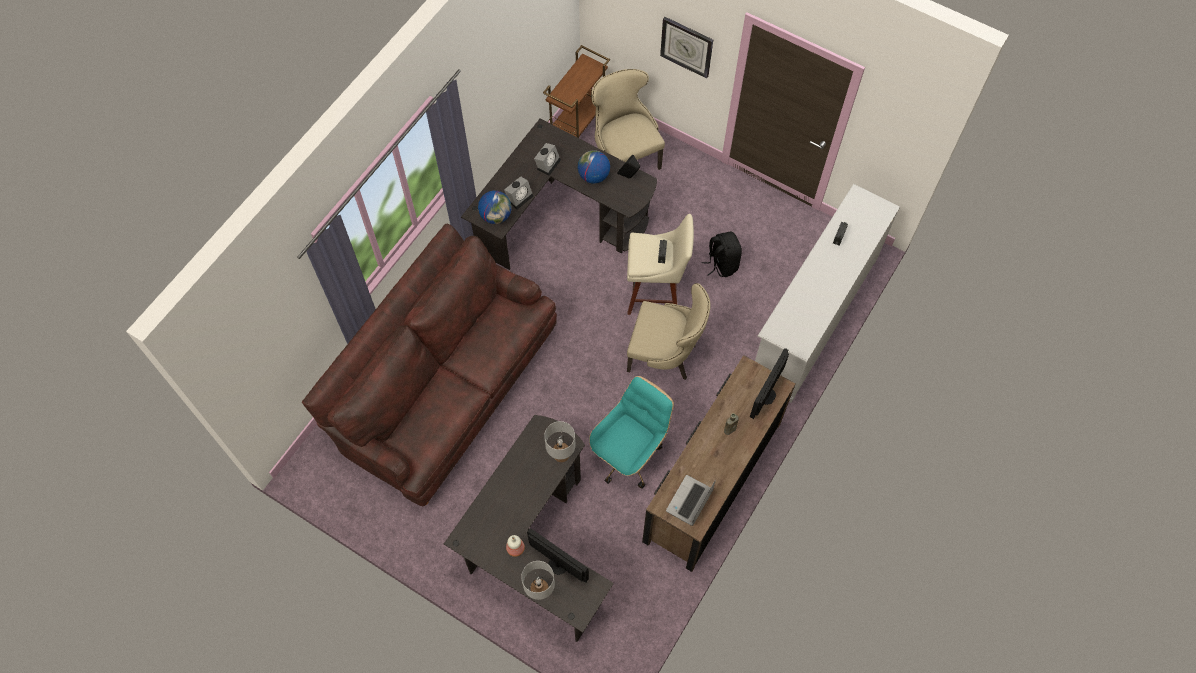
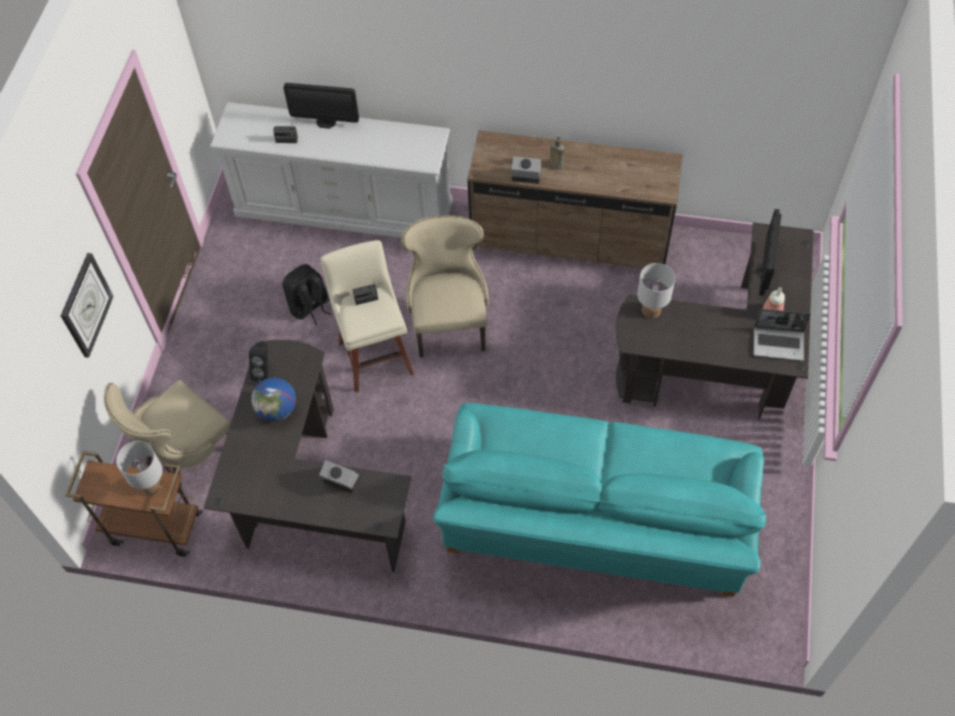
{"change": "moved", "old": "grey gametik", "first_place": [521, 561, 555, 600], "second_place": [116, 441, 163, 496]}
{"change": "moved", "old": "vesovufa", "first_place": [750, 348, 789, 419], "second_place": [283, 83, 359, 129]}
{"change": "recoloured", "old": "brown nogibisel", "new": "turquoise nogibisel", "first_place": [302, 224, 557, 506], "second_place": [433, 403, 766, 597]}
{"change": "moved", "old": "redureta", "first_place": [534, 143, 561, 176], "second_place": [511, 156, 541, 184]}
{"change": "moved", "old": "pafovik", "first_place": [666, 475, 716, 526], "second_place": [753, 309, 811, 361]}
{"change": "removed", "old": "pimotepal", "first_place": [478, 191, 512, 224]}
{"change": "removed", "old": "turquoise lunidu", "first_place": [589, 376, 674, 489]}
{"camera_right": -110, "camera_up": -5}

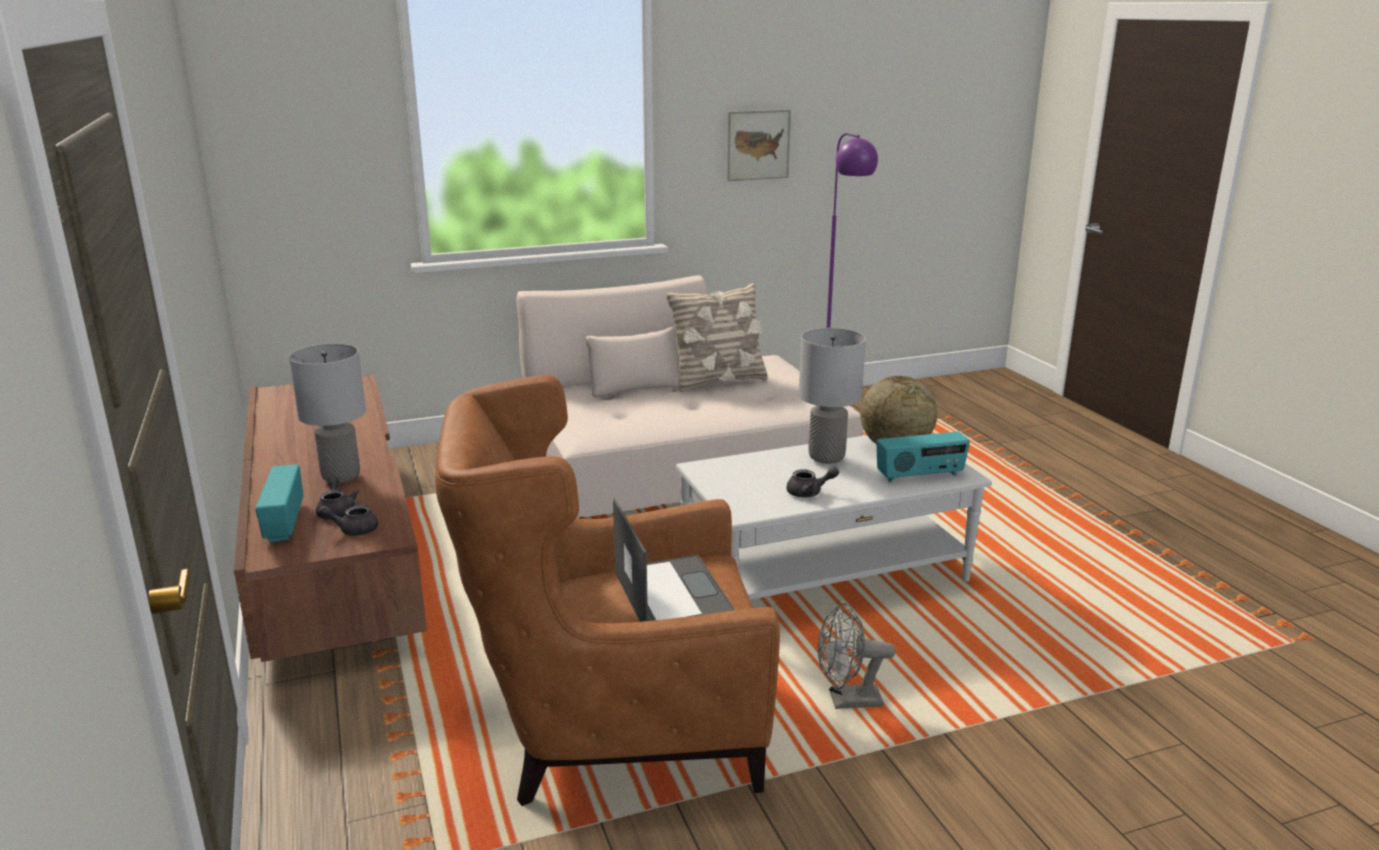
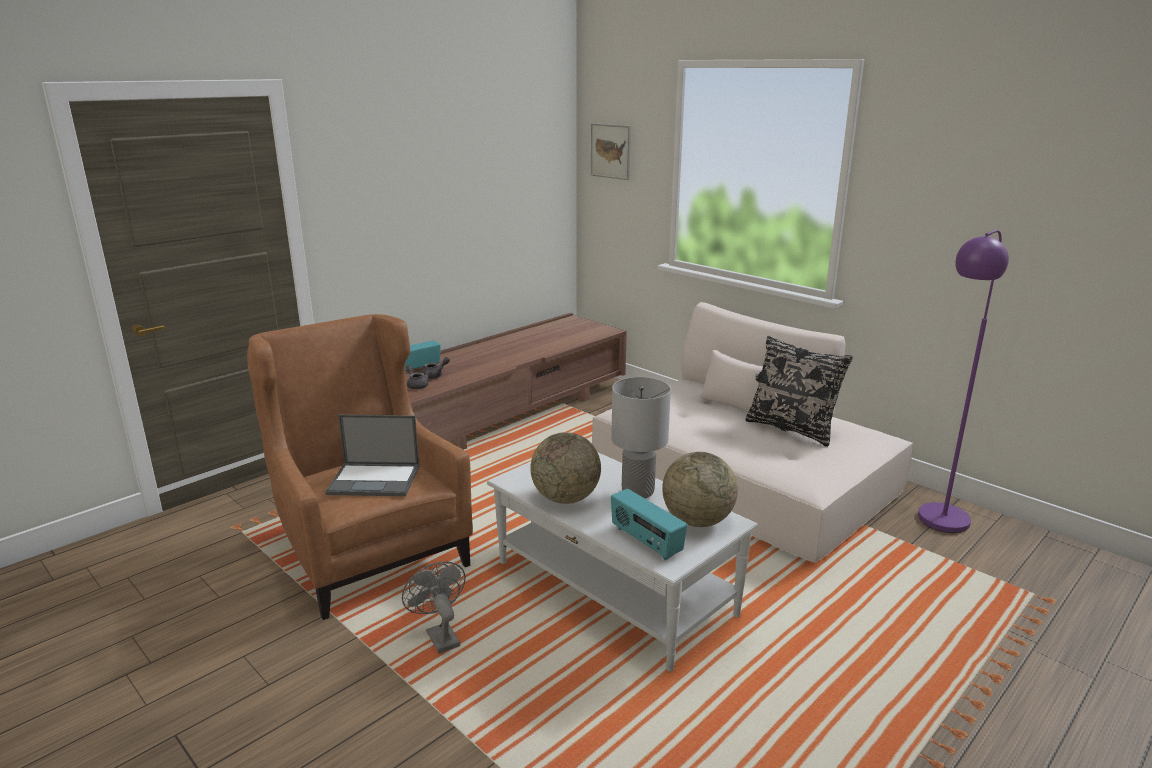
{"change": "turned", "old": "pafovik", "first_place": [613, 498, 735, 622], "second_place": [326, 415, 420, 496], "degrees": 45}
{"change": "replaced", "old": "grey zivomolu", "new": "pimotepal", "first_place": [786, 467, 839, 497], "second_place": [530, 432, 601, 504]}
{"change": "moved", "old": "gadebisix", "first_place": [727, 109, 791, 181], "second_place": [591, 123, 631, 180]}
{"change": "recoloured", "old": "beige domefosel", "new": "black domefosel", "first_place": [666, 283, 768, 392], "second_place": [745, 336, 853, 447]}
{"change": "removed", "old": "grey gametik", "first_place": [289, 343, 366, 483]}
{"camera_right": 65, "camera_up": 0}

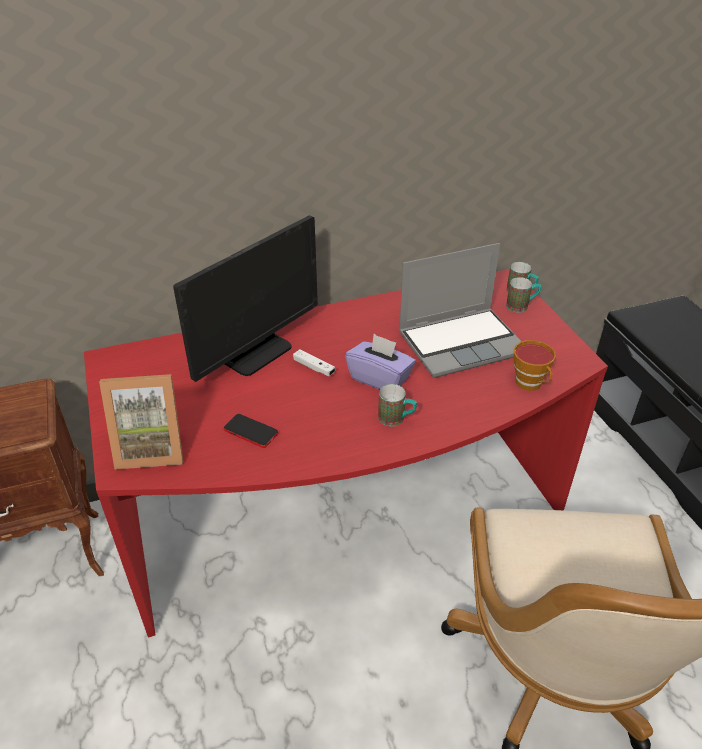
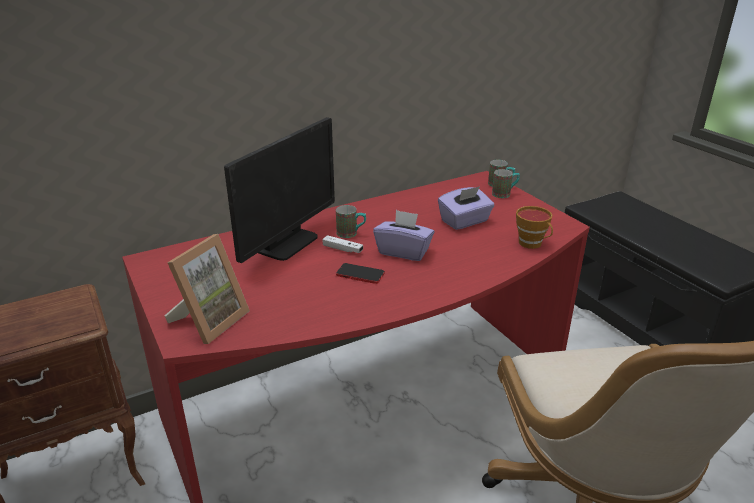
{"change": "turned", "old": "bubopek", "first_place": [99, 374, 183, 470], "second_place": [165, 234, 250, 344], "degrees": -45}
{"change": "moved", "old": "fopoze", "first_place": [378, 384, 417, 427], "second_place": [336, 205, 366, 238]}
{"change": "moved", "old": "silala", "first_place": [223, 414, 279, 448], "second_place": [336, 263, 385, 284]}
{"change": "replaced", "old": "pafovik", "new": "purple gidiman", "first_place": [399, 243, 522, 378], "second_place": [438, 186, 494, 230]}
{"camera_right": -10, "camera_up": -10}

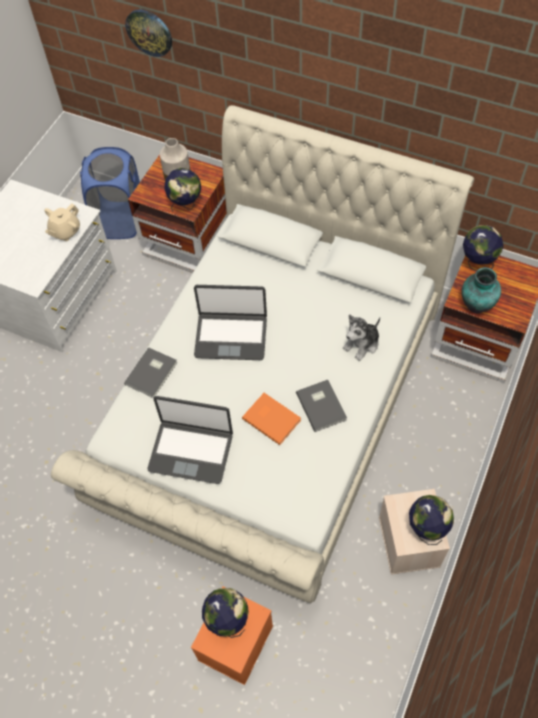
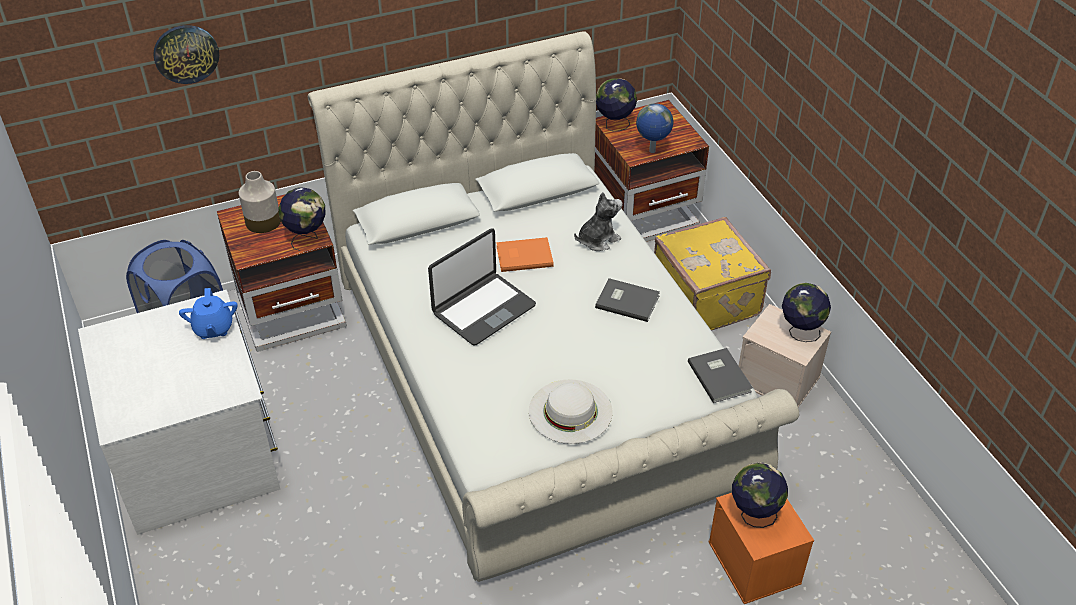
{"change": "recoloured", "old": "beige zivomolu", "new": "blue zivomolu", "first_place": [44, 203, 80, 241], "second_place": [179, 288, 238, 339]}
{"change": "moved", "old": "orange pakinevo", "first_place": [242, 393, 301, 445], "second_place": [496, 237, 554, 272]}
{"change": "replaced", "old": "pafovik", "new": "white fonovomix", "first_place": [148, 396, 233, 484], "second_place": [529, 380, 613, 444]}
{"change": "turned", "old": "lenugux", "first_place": [343, 314, 380, 361], "second_place": [574, 192, 622, 251], "degrees": -120}
{"change": "replaced", "old": "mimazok", "new": "pimotepal", "first_place": [462, 267, 501, 313], "second_place": [636, 103, 673, 153]}
{"change": "added", "new": "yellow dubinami", "second_place": [654, 217, 771, 331]}
{"change": "moved", "old": "grey pakinevo", "first_place": [124, 347, 178, 398], "second_place": [688, 348, 753, 403]}
{"camera_right": -50, "camera_up": -15}

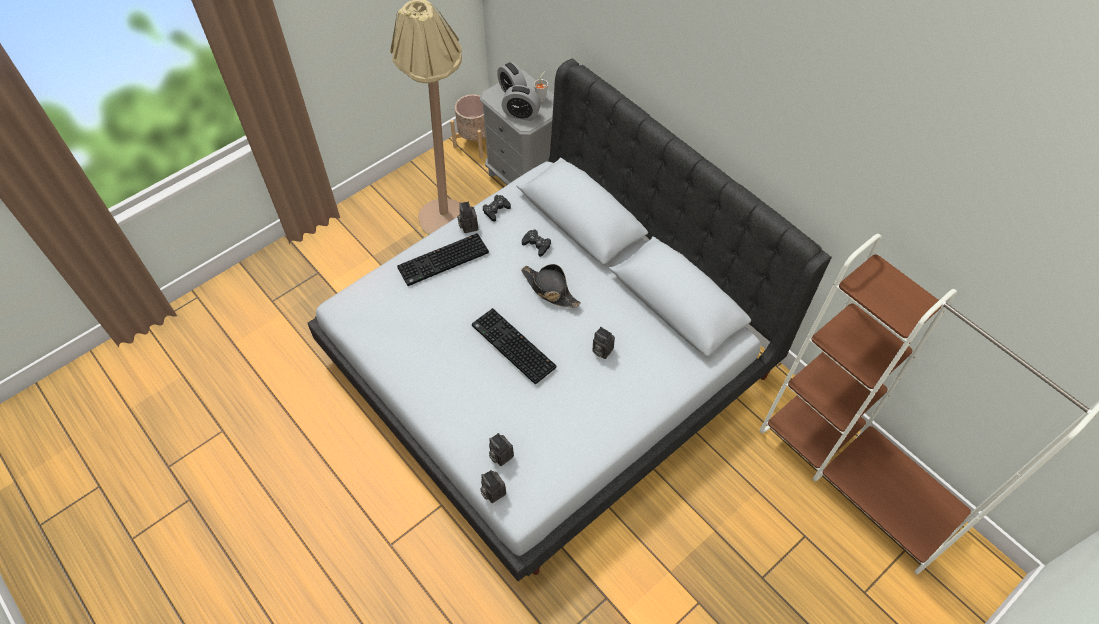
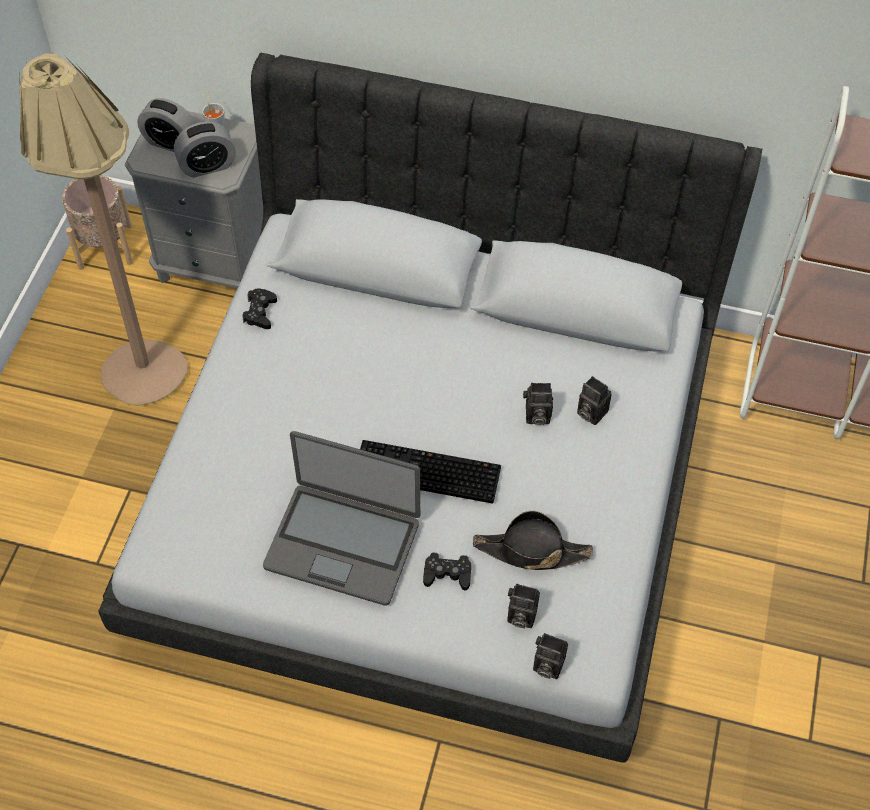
{"change": "added", "new": "pafovik", "second_place": [263, 431, 420, 606]}
{"change": "moved", "old": "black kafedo", "first_place": [522, 229, 551, 257], "second_place": [423, 552, 471, 591]}
{"change": "moved", "old": "black fonovomix", "first_place": [521, 264, 581, 308], "second_place": [473, 511, 593, 570]}
{"change": "moved", "old": "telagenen", "first_place": [457, 201, 478, 233], "second_place": [577, 376, 612, 425]}
{"change": "removed", "old": "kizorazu", "first_place": [397, 233, 489, 286]}
{"camera_right": -35, "camera_up": 0}

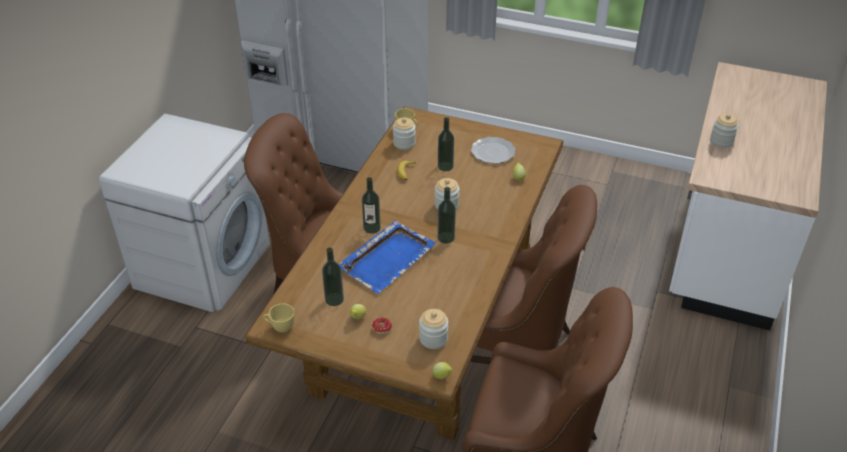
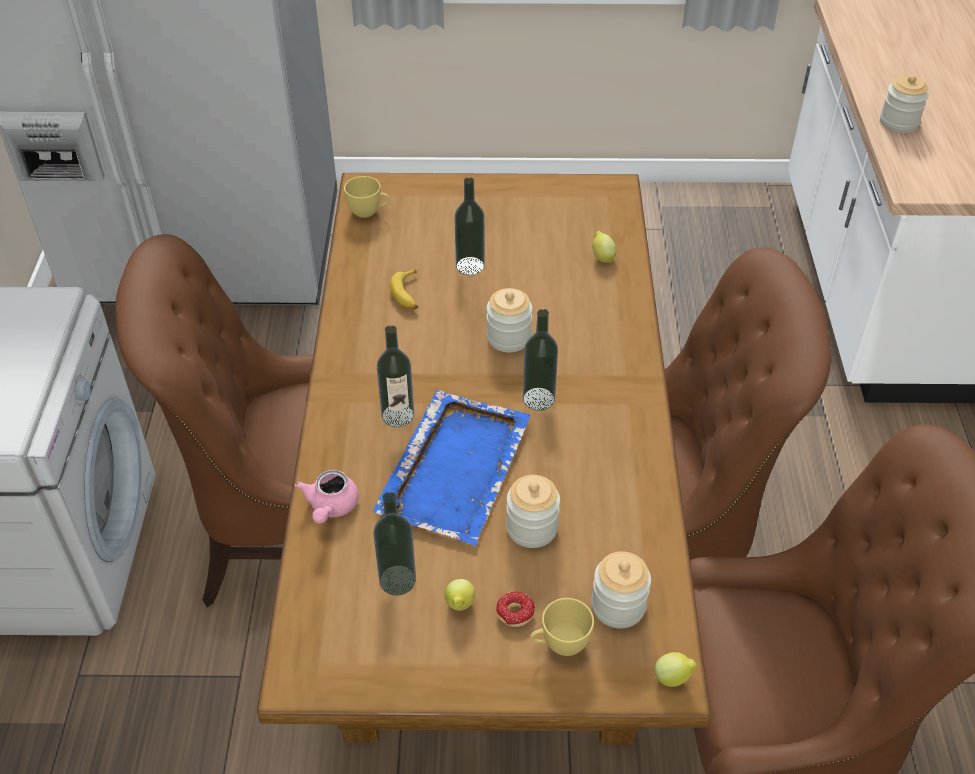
{"change": "added", "new": "pink zivomolu", "second_place": [295, 470, 359, 524]}
{"change": "moved", "old": "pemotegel", "first_place": [393, 117, 416, 150], "second_place": [506, 475, 560, 548]}
{"change": "moved", "old": "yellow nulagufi", "first_place": [263, 303, 295, 333], "second_place": [530, 598, 594, 656]}
{"change": "removed", "old": "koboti", "first_place": [471, 137, 516, 164]}
{"camera_right": -20, "camera_up": 5}

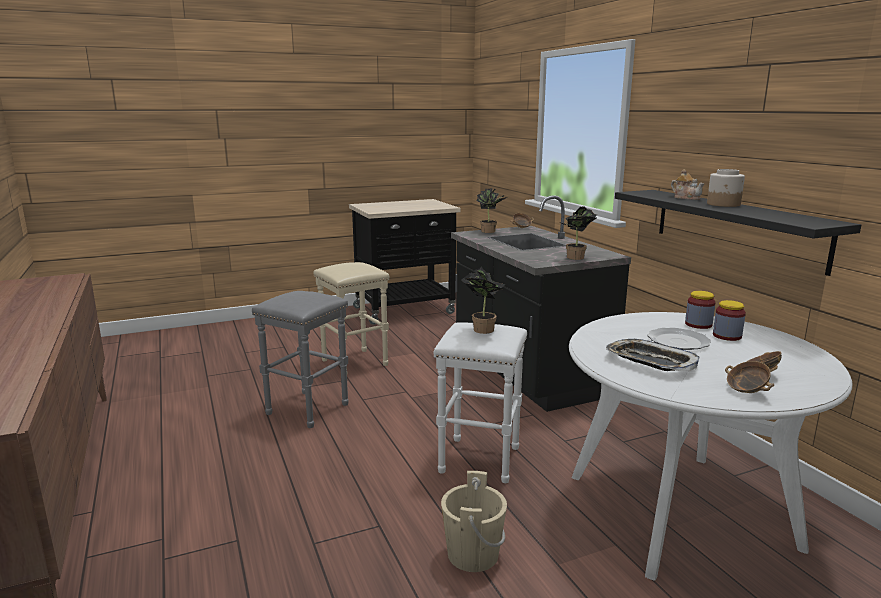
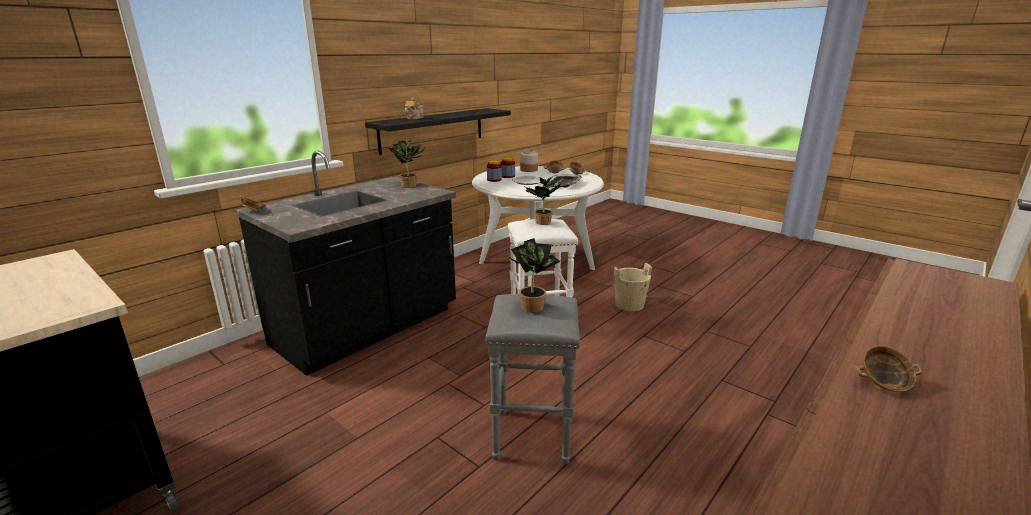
{"change": "moved", "old": "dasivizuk", "first_place": [476, 189, 507, 233], "second_place": [509, 238, 560, 313]}
{"change": "moved", "old": "pemotegel", "first_place": [707, 169, 745, 207], "second_place": [520, 150, 538, 172]}
{"change": "added", "new": "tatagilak", "second_place": [855, 346, 923, 392]}
{"change": "removed", "old": "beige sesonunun", "first_place": [313, 262, 389, 373]}
{"camera_right": -115, "camera_up": 5}

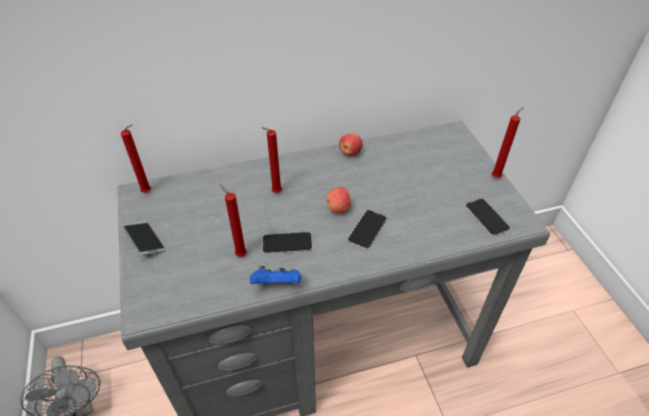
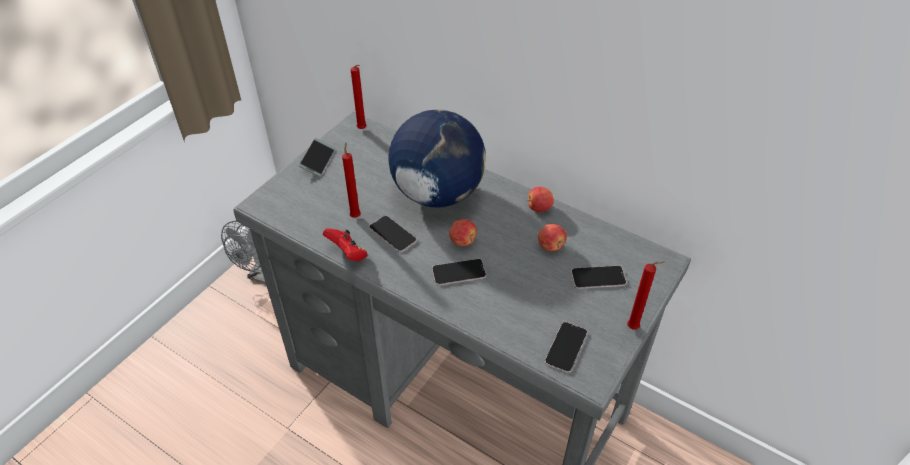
{"change": "recoloured", "old": "blue kafedo", "new": "red kafedo", "first_place": [250, 266, 301, 285], "second_place": [323, 229, 367, 261]}
{"change": "replaced", "old": "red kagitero", "new": "pimotepal", "first_place": [261, 127, 282, 193], "second_place": [388, 109, 486, 207]}
{"change": "added", "new": "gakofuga", "second_place": [538, 224, 567, 251]}
{"change": "added", "new": "silala", "second_place": [571, 266, 626, 289]}
{"camera_right": 50, "camera_up": 0}

